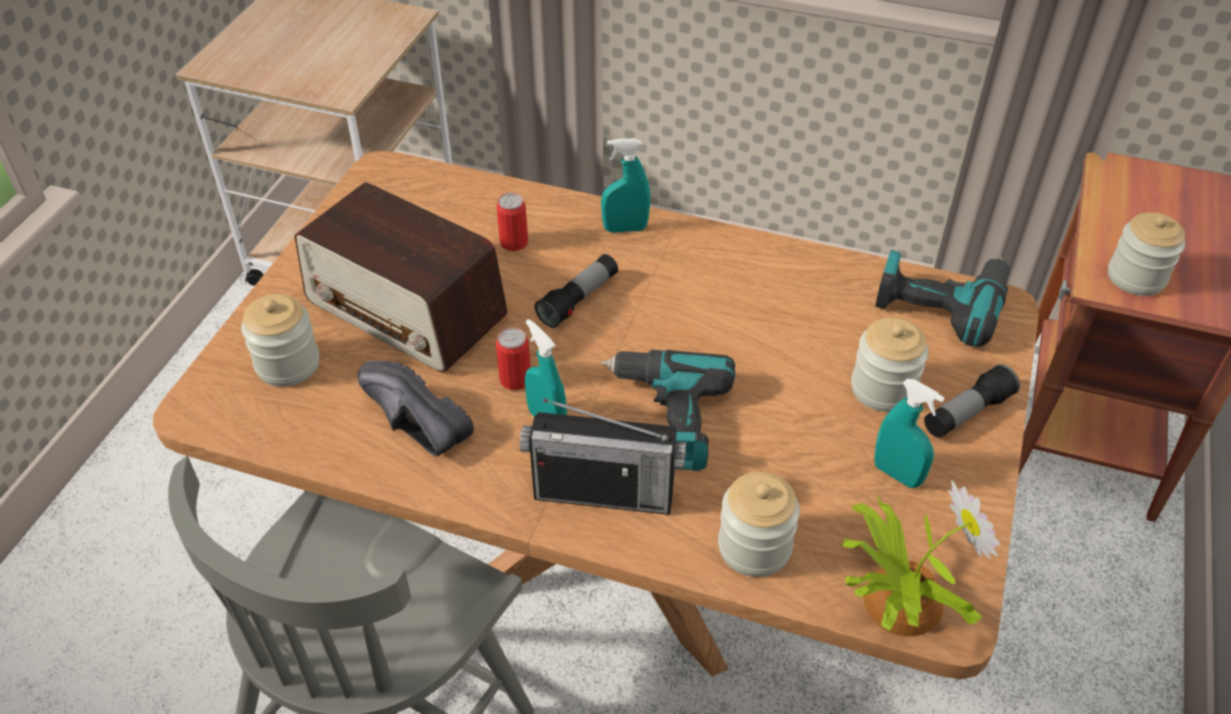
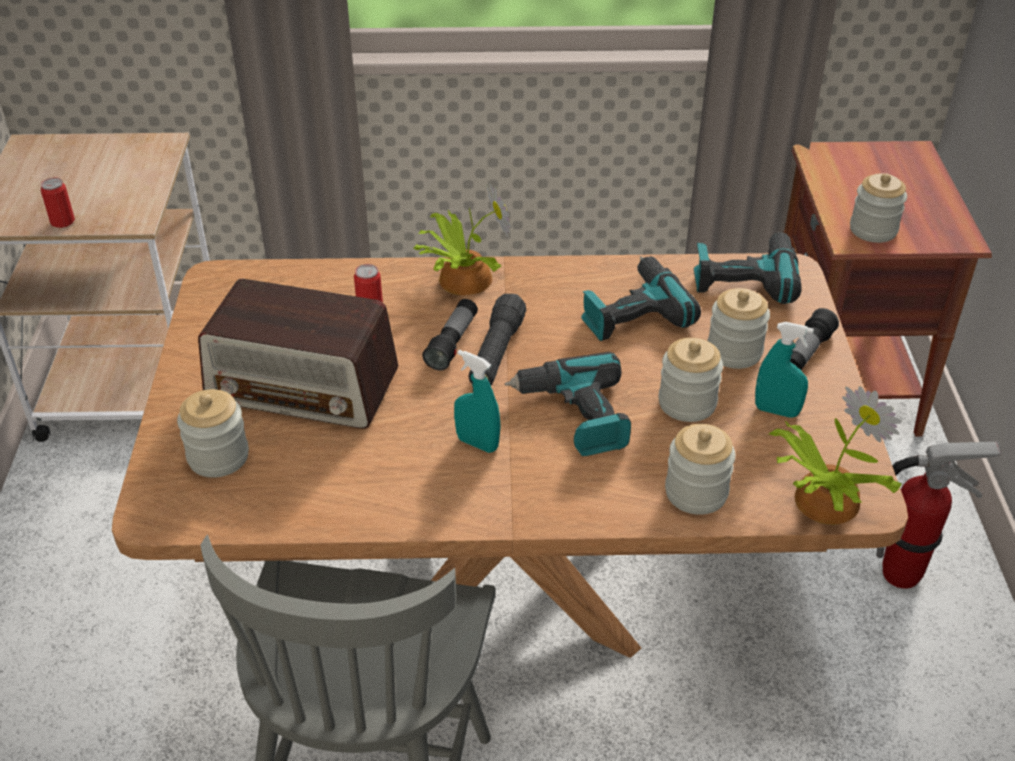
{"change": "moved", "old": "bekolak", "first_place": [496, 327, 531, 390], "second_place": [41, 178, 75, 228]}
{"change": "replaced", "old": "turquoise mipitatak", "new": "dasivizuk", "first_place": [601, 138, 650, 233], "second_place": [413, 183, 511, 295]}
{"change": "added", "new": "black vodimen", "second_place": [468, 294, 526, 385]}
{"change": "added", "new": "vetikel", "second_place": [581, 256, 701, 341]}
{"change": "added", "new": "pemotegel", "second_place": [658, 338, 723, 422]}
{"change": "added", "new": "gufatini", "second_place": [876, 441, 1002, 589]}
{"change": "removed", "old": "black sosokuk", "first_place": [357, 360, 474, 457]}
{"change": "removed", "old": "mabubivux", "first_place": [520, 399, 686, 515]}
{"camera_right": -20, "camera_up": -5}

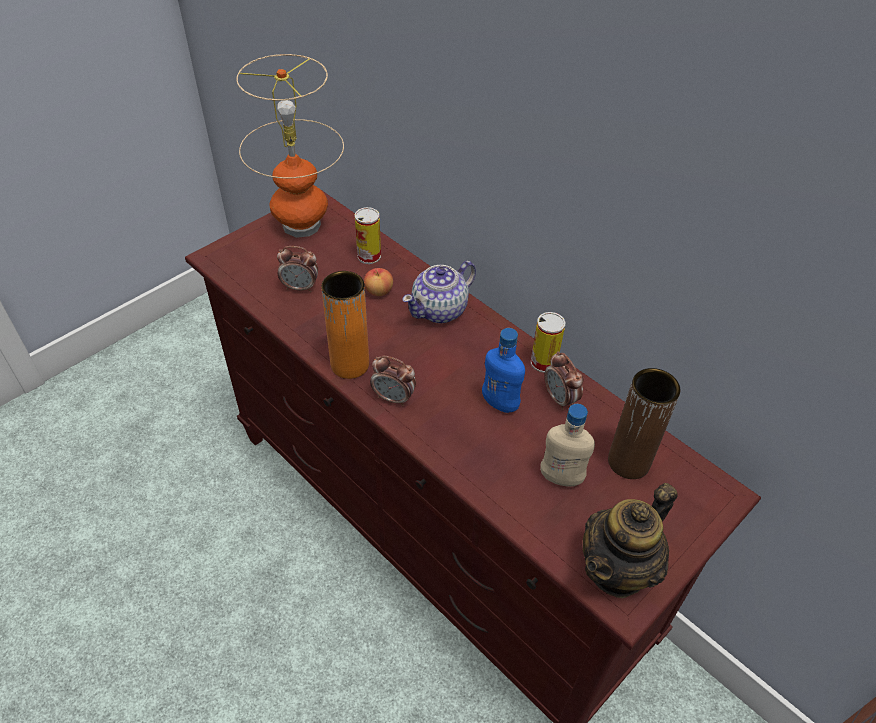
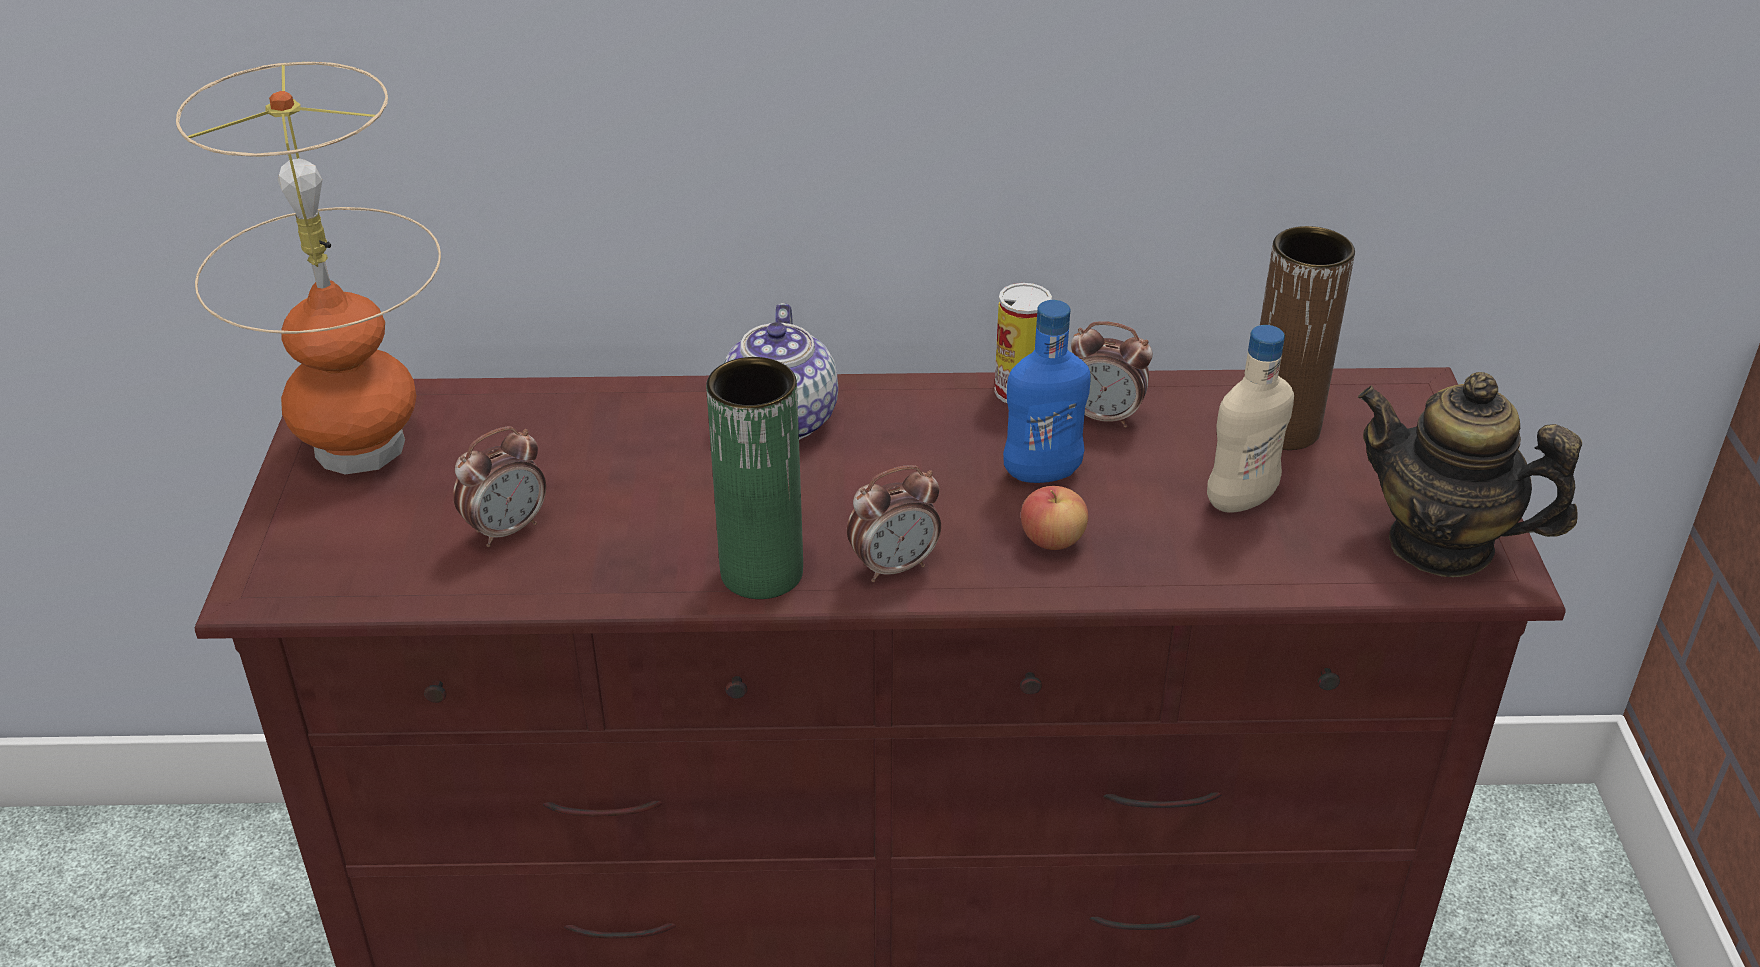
{"change": "recoloured", "old": "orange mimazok", "new": "green mimazok", "first_place": [321, 271, 369, 379], "second_place": [706, 357, 803, 599]}
{"change": "moved", "old": "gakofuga", "first_place": [364, 268, 393, 296], "second_place": [1021, 486, 1088, 550]}
{"change": "turned", "old": "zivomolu", "first_place": [583, 483, 678, 599], "second_place": [1358, 372, 1582, 577], "degrees": 120}
{"change": "removed", "old": "bekolak", "first_place": [355, 207, 381, 264]}
{"camera_right": -45, "camera_up": -10}

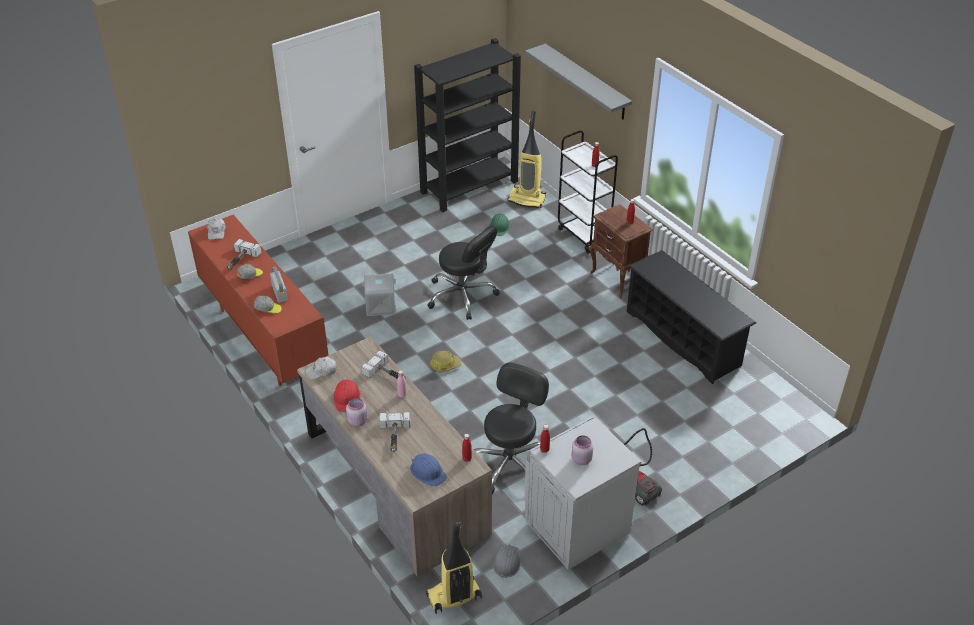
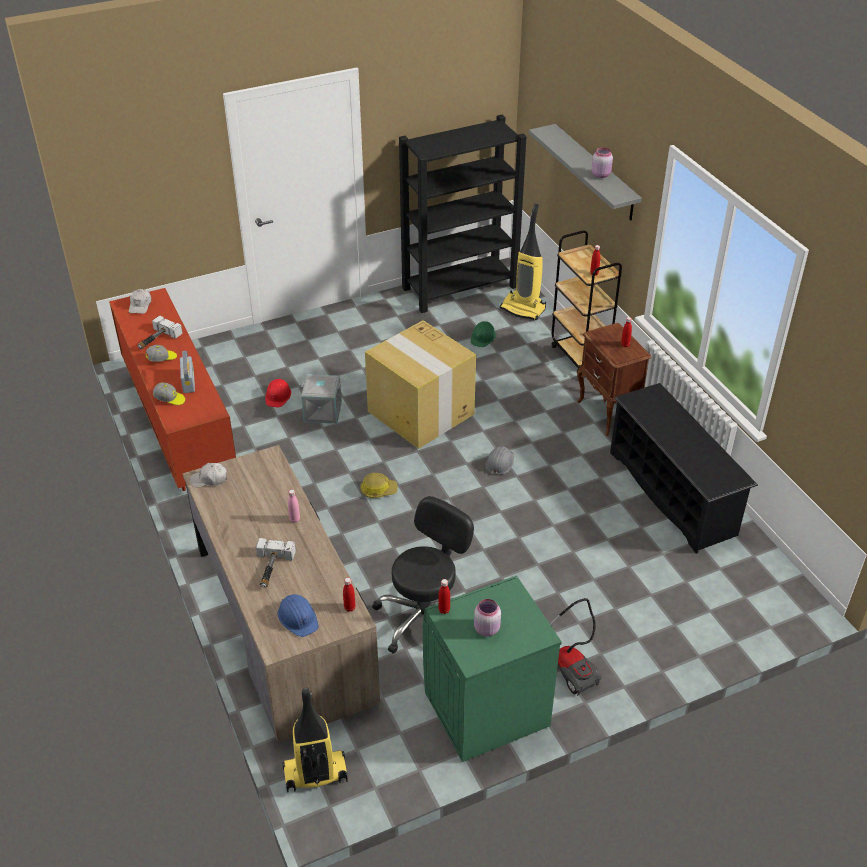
{"change": "moved", "old": "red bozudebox", "first_place": [334, 379, 360, 412], "second_place": [266, 379, 291, 407]}
{"change": "replaced", "old": "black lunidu", "new": "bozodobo", "first_place": [427, 225, 500, 320], "second_place": [365, 320, 476, 449]}
{"change": "recoloured", "old": "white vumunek", "new": "green vumunek", "first_place": [525, 416, 641, 570], "second_place": [423, 575, 562, 762]}
{"change": "moved", "old": "grey bozudebox", "first_place": [493, 545, 521, 579], "second_place": [486, 446, 514, 475]}
{"change": "recoloured", "old": "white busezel", "new": "brown busezel", "first_place": [558, 130, 618, 254], "second_place": [552, 230, 622, 378]}
{"change": "moved", "old": "pink pemotegel", "first_place": [346, 398, 367, 427], "second_place": [592, 147, 613, 178]}
{"change": "removed", "old": "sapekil", "first_place": [362, 351, 406, 380]}
{"camera_right": 10, "camera_up": 0}

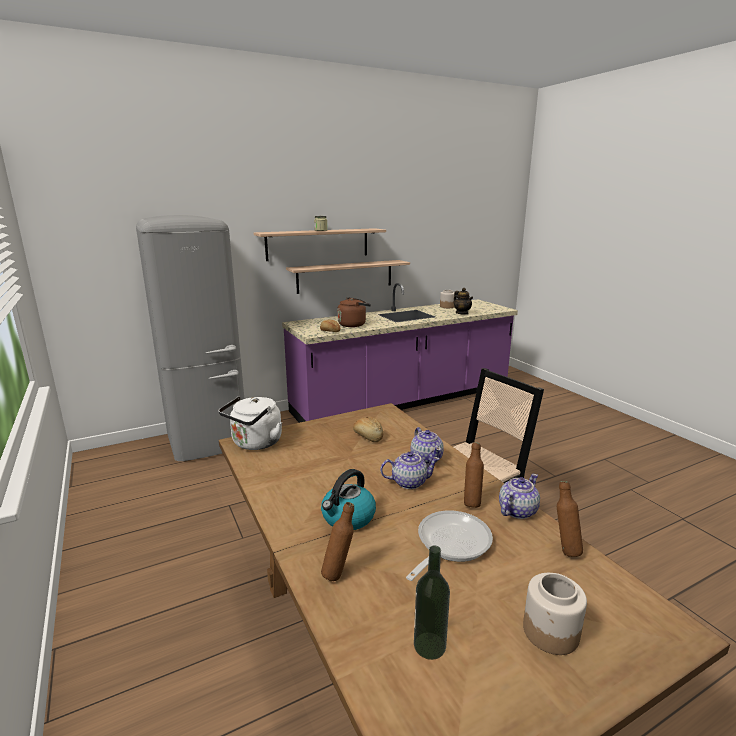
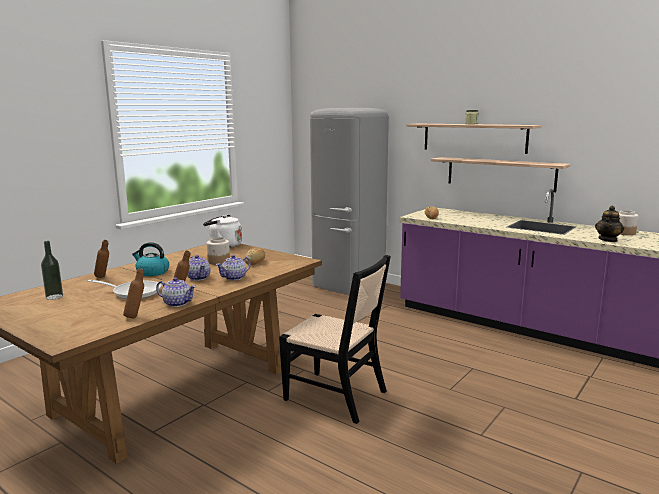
{"change": "moved", "old": "pemotegel", "first_place": [523, 573, 587, 655], "second_place": [207, 237, 230, 265]}
{"change": "removed", "old": "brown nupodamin", "first_place": [337, 297, 371, 327]}
{"camera_right": 65, "camera_up": -5}

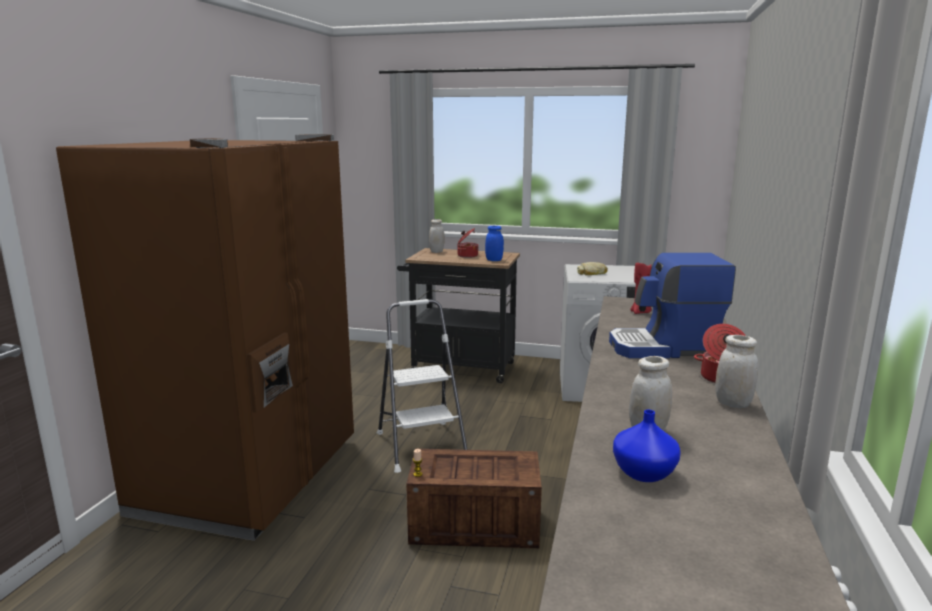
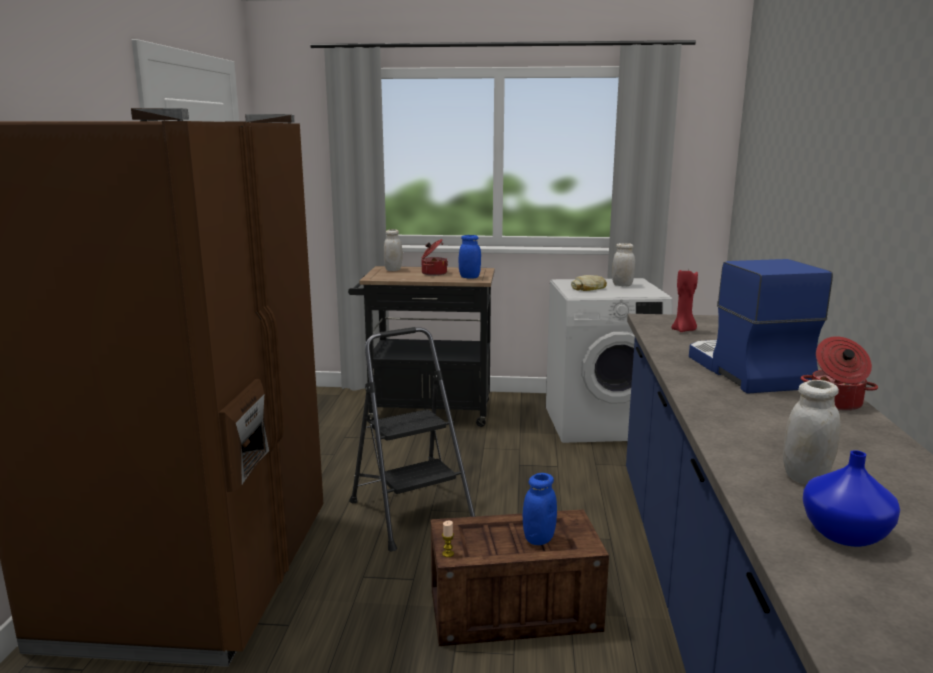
{"change": "recoloured", "old": "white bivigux", "new": "black bivigux", "first_place": [377, 299, 468, 473], "second_place": [349, 327, 476, 551]}
{"change": "added", "new": "blue pemotegel", "second_place": [523, 473, 557, 545]}
{"change": "moved", "old": "white pemotegel", "first_place": [715, 335, 759, 408], "second_place": [612, 243, 635, 286]}
{"change": "turned", "old": "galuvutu", "first_place": [609, 253, 736, 358], "second_place": [689, 259, 833, 394], "degrees": 90}
{"camera_right": -10, "camera_up": 0}

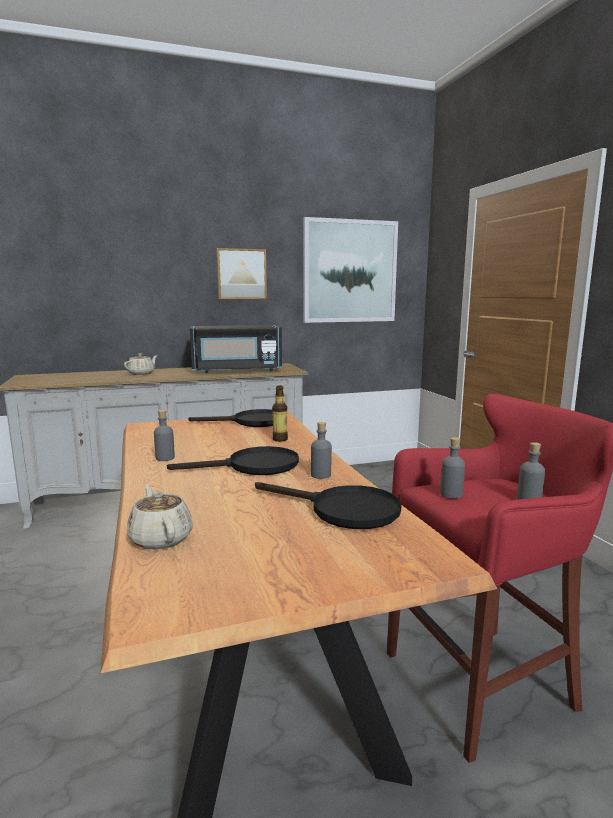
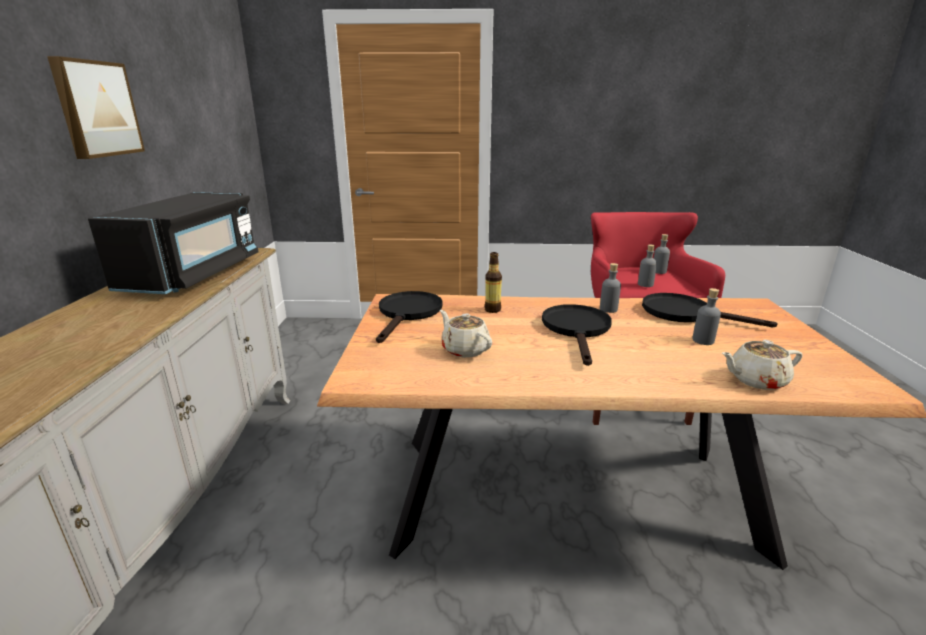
{"change": "moved", "old": "beige zivomolu", "first_place": [124, 353, 157, 375], "second_place": [440, 310, 492, 358]}
{"change": "turned", "old": "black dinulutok", "first_place": [255, 482, 402, 529], "second_place": [642, 293, 778, 327], "degrees": -105}
{"change": "moved", "old": "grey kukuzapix", "first_place": [154, 410, 175, 461], "second_place": [692, 288, 721, 345]}
{"change": "removed", "old": "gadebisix", "first_place": [303, 217, 398, 323]}
{"camera_right": -70, "camera_up": 10}

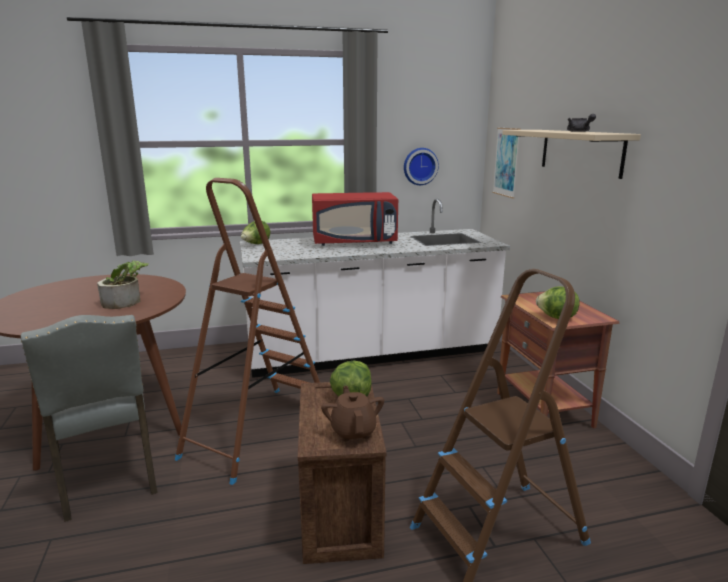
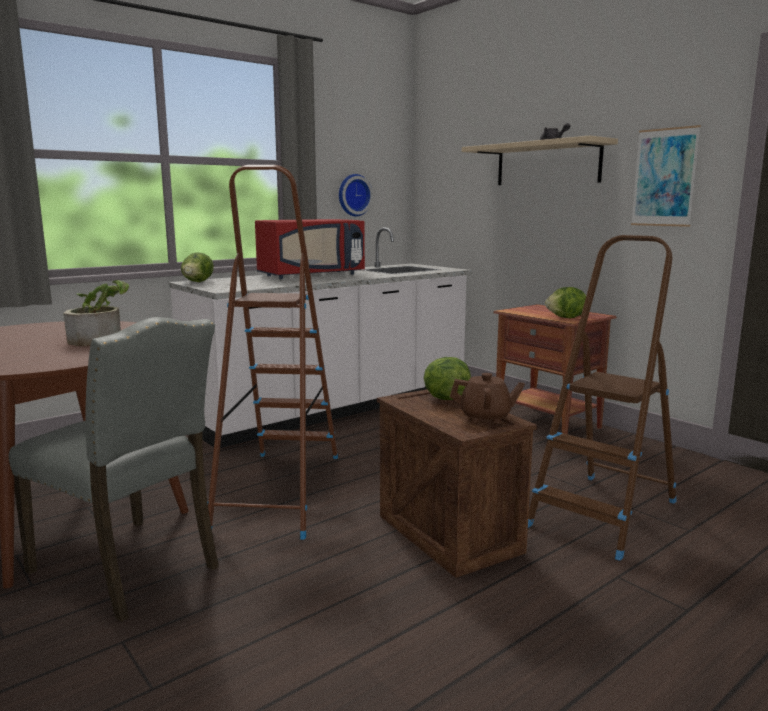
{"change": "turned", "old": "brown zivomolu", "first_place": [321, 386, 384, 442], "second_place": [450, 373, 525, 424], "degrees": 135}
{"change": "moved", "old": "gadebisix", "first_place": [492, 128, 521, 199], "second_place": [631, 125, 701, 227]}
{"camera_right": -25, "camera_up": -5}

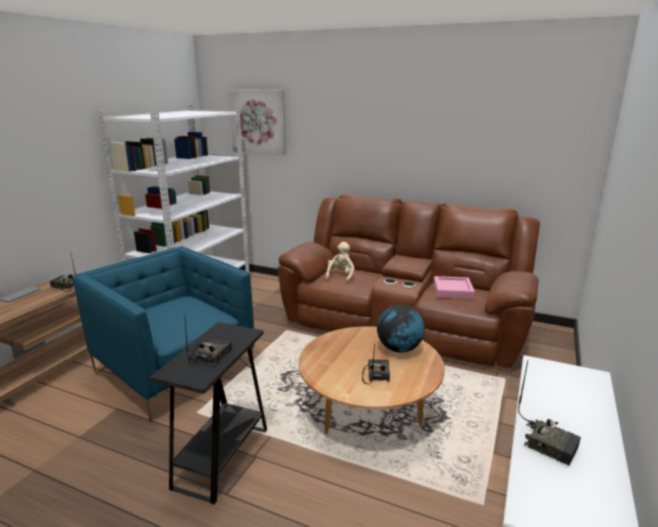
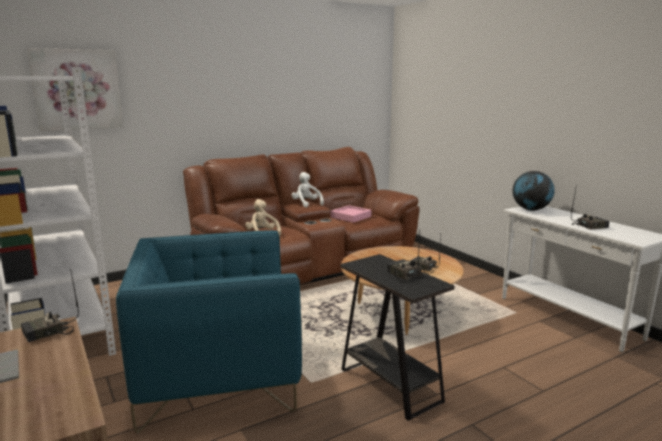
{"change": "added", "new": "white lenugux", "second_place": [291, 172, 324, 208]}
{"change": "moved", "old": "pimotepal", "first_place": [377, 305, 425, 353], "second_place": [513, 171, 555, 211]}
{"camera_right": -55, "camera_up": -5}

